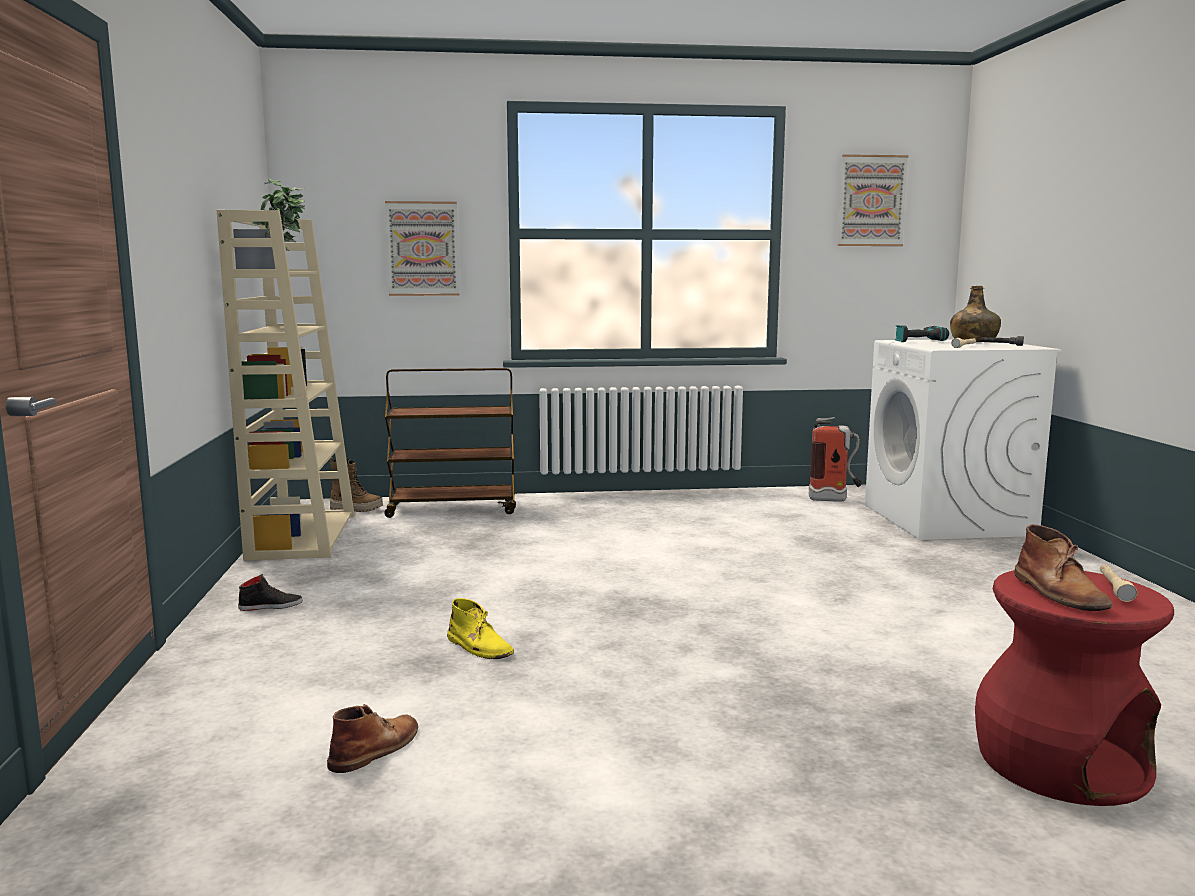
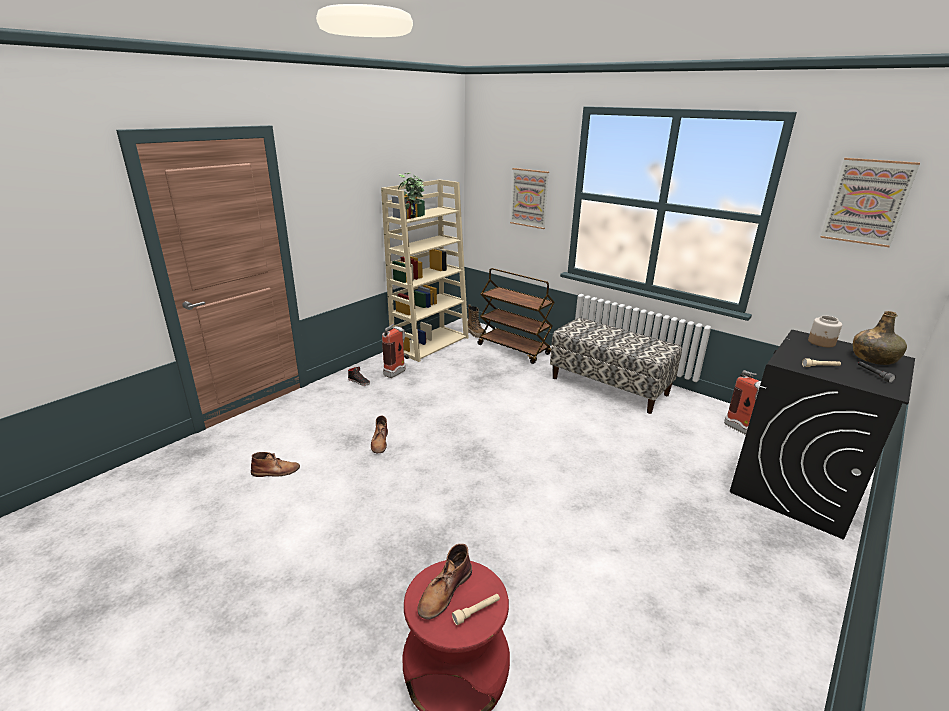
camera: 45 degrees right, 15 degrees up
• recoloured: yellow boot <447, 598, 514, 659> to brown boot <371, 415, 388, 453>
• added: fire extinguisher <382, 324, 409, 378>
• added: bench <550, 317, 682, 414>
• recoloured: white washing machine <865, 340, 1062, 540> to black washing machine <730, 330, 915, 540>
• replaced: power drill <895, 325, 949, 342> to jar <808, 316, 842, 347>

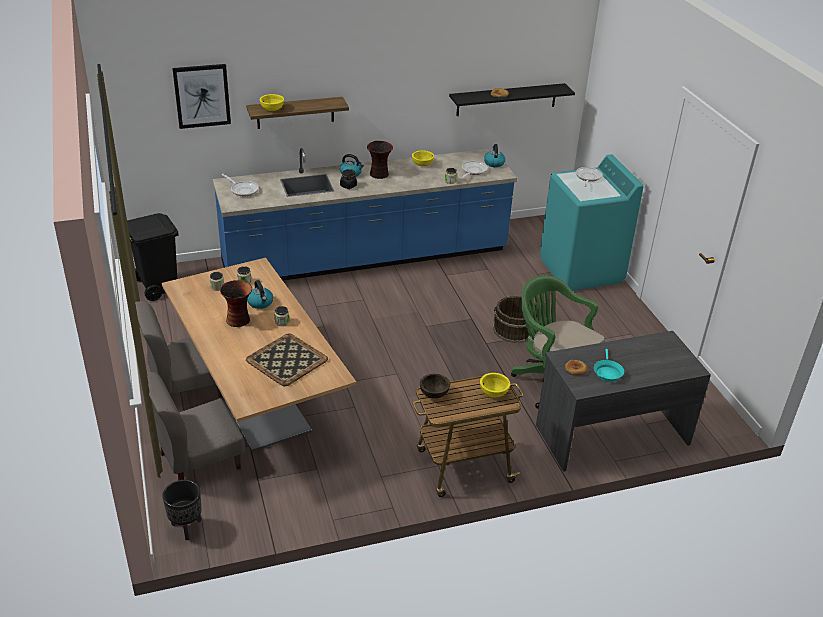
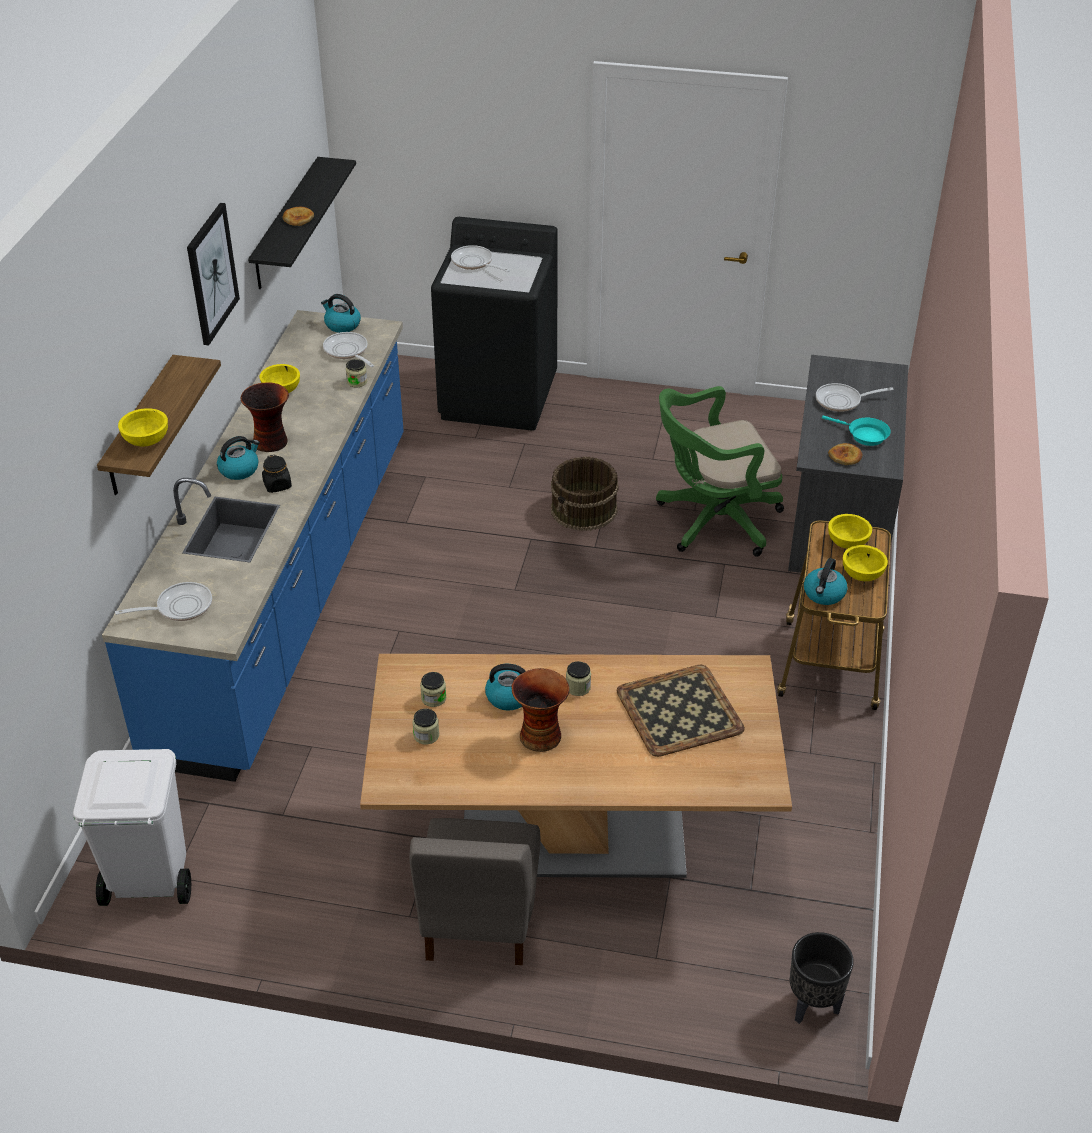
camera: 60 degrees left, 5 degrees up
• recoloured: black trash can <127, 213, 179, 301> to white trash can <73, 749, 191, 906>
• moved: picture <172, 64, 231, 129> to <187, 203, 240, 345>
• recoloured: turquoise washing machine <540, 154, 644, 291> to black washing machine <431, 217, 558, 431>
• replaced: brown bowl <420, 374, 450, 399> to kettle <804, 558, 848, 605>
• added: frying pan <816, 383, 894, 412>
• added: yellow bowl <843, 545, 888, 581>
• removed: grey chair <147, 372, 245, 480>

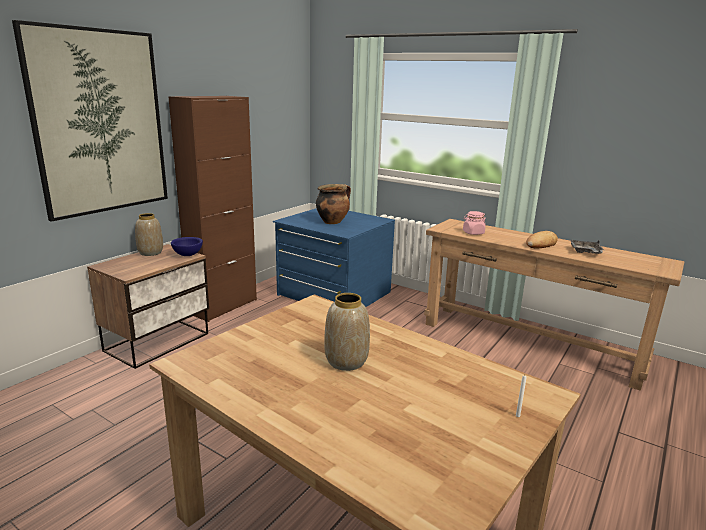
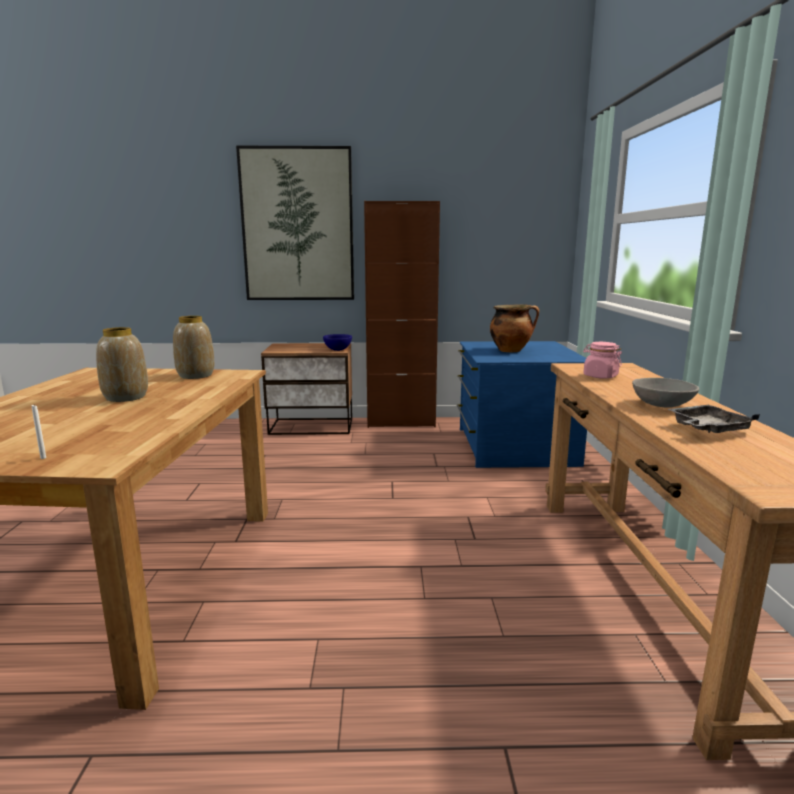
camera: 55 degrees right, 5 degrees down
• moved: vase <135, 213, 163, 256> to <173, 316, 214, 379>
• replaced: bread <526, 231, 558, 248> to grey bowl <632, 378, 699, 408>

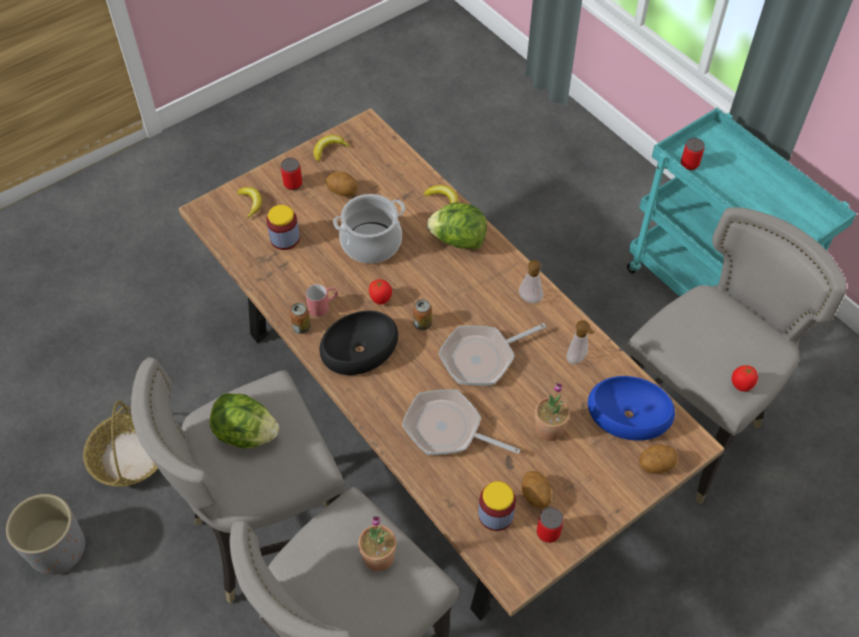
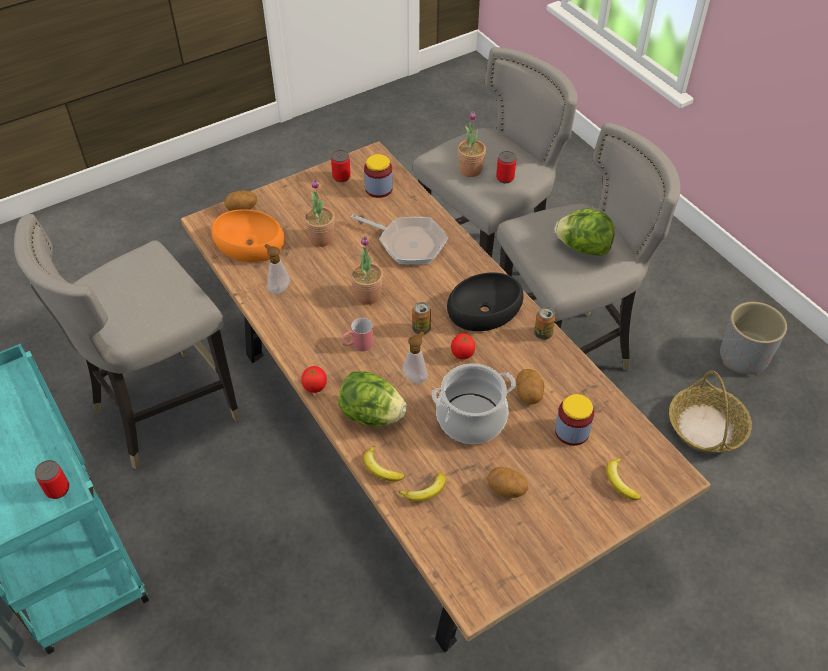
camera: 175 degrees left, 5 degrees down
• recoloured: blue bowl <588, 376, 675, 441> to orange bowl <211, 209, 285, 262>
• moved: tomato <732, 365, 758, 392> to <301, 366, 327, 393>
• moved: red mug <306, 284, 338, 317> to <341, 318, 374, 352>
• replaced: frying pan <438, 323, 546, 386> to potted plant <351, 236, 383, 305>
• moved: banana <313, 135, 350, 162> to <398, 473, 446, 502>
• moved: soap dispenser <519, 260, 543, 303> to <403, 331, 428, 383>
• moved: can <281, 158, 302, 190> to <496, 151, 516, 183>
• moved: potato <522, 471, 552, 509> to <516, 369, 544, 404>

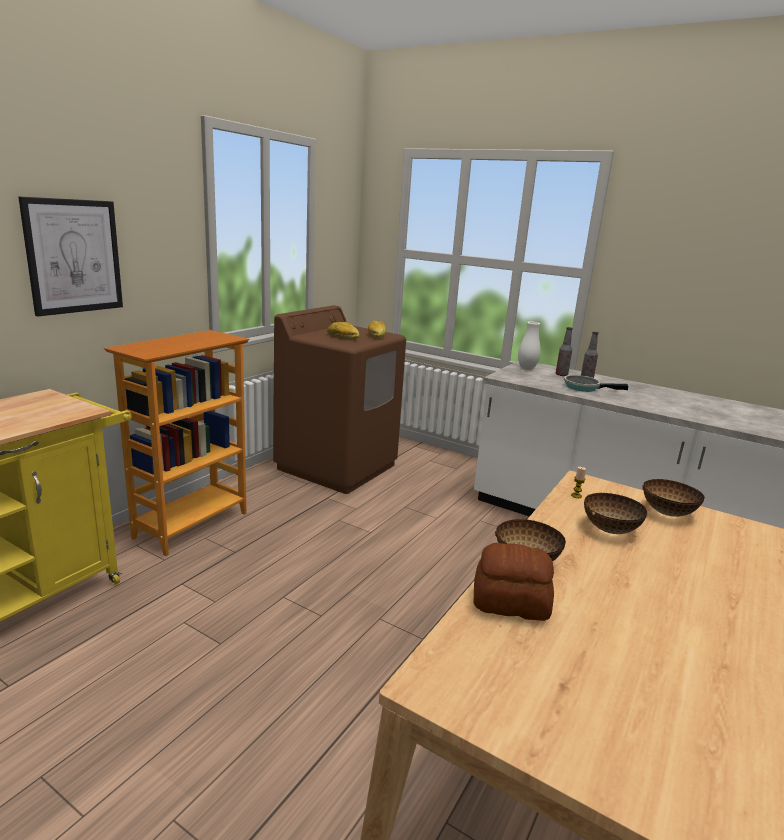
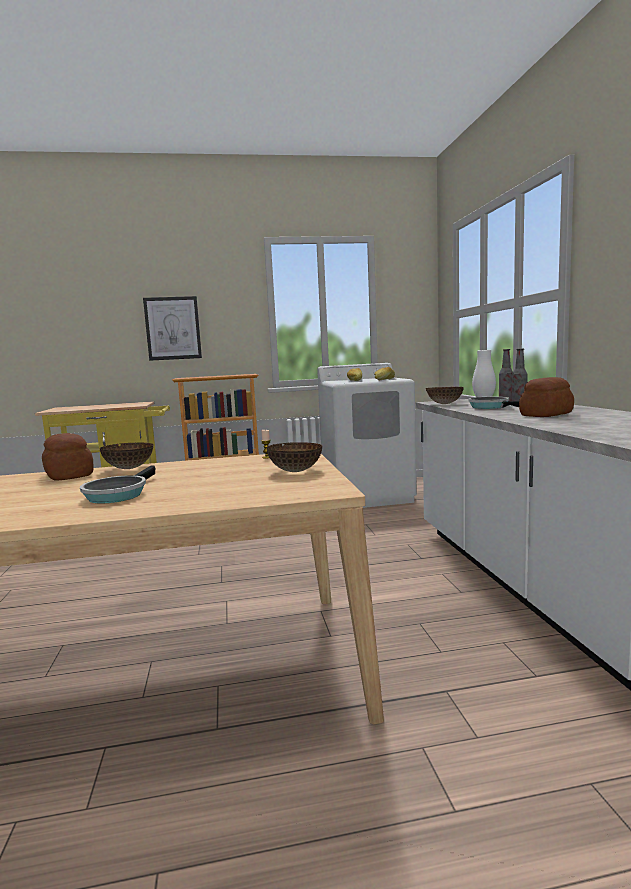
camera: 50 degrees right, 10 degrees down
• added: frying pan <80, 466, 155, 503>
• recoloured: brown washing machine <273, 305, 406, 494> to white washing machine <317, 363, 417, 508>
• moved: bowl <584, 493, 647, 534> to <426, 387, 464, 404>
• added: bread <519, 377, 574, 417>

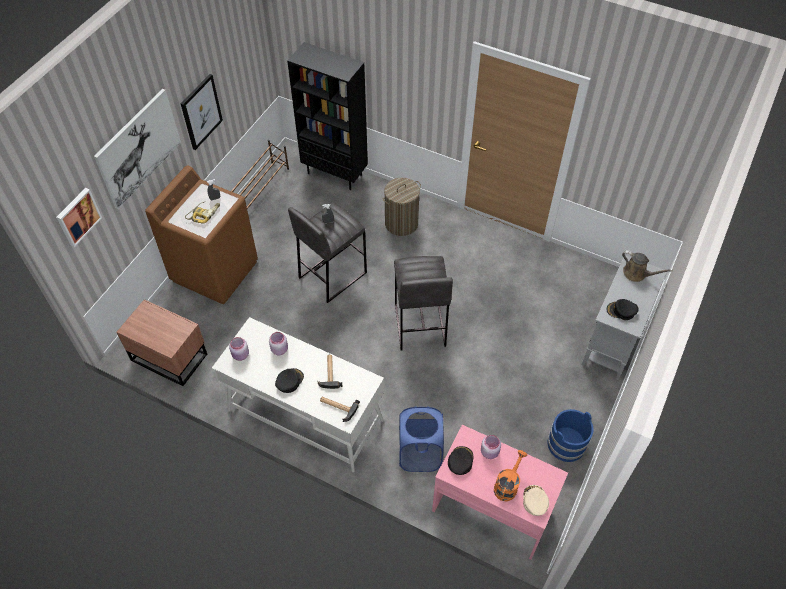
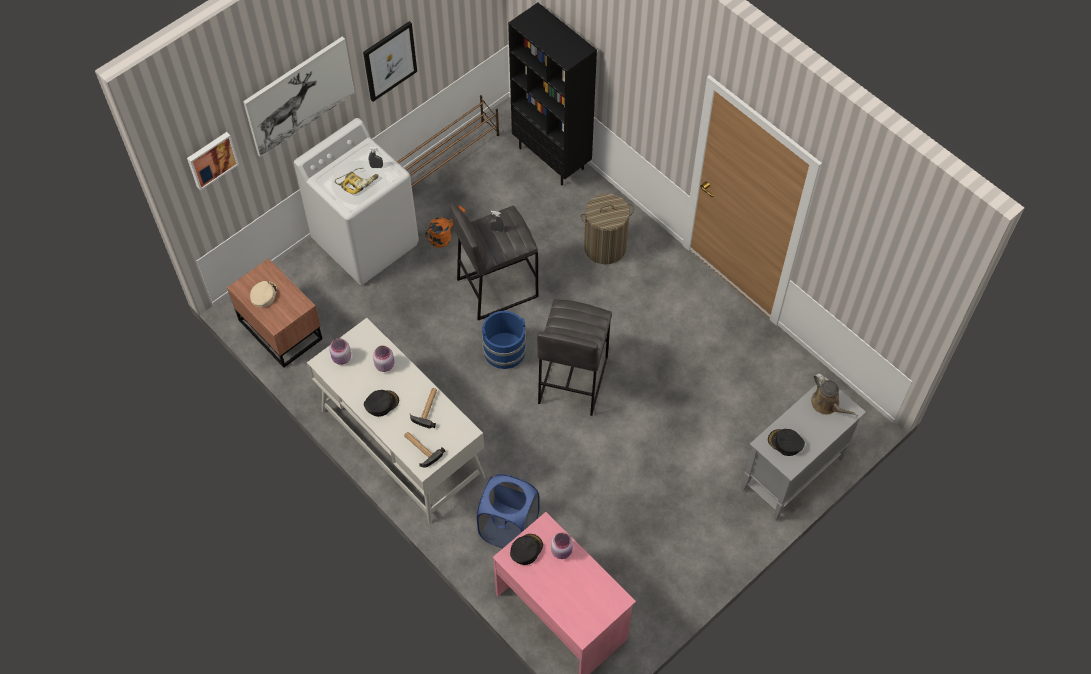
camera: 20 degrees right, 5 degrees up
• moved: beige cap <523, 485, 549, 516> to <250, 281, 277, 307>
• recoloured: brown washing machine <145, 165, 258, 304> to white washing machine <294, 118, 419, 285>
• moved: orange watering can <494, 450, 527, 501> to <425, 206, 465, 248>
• moved: blue bucket <548, 409, 594, 462> to <482, 311, 526, 369>

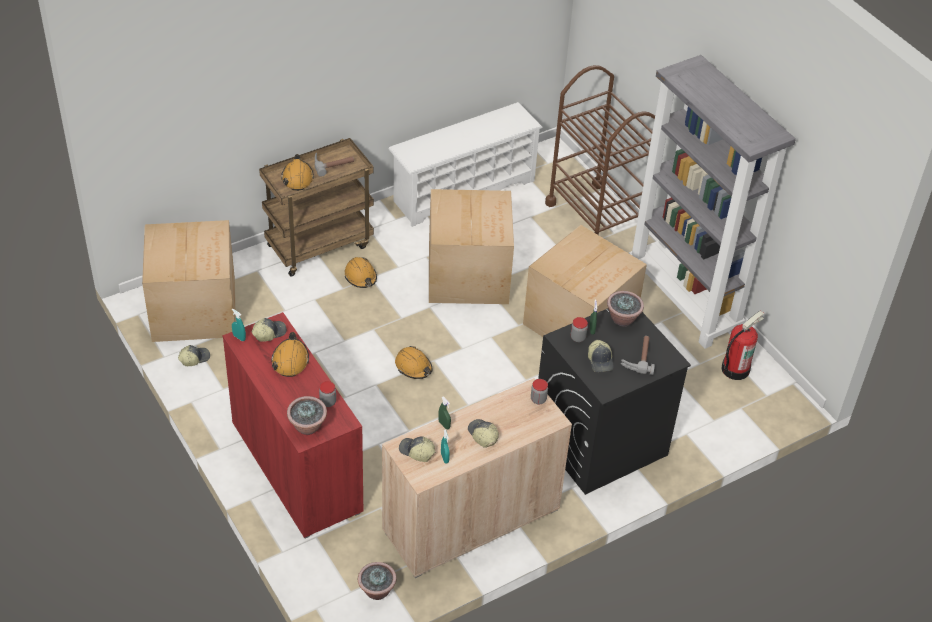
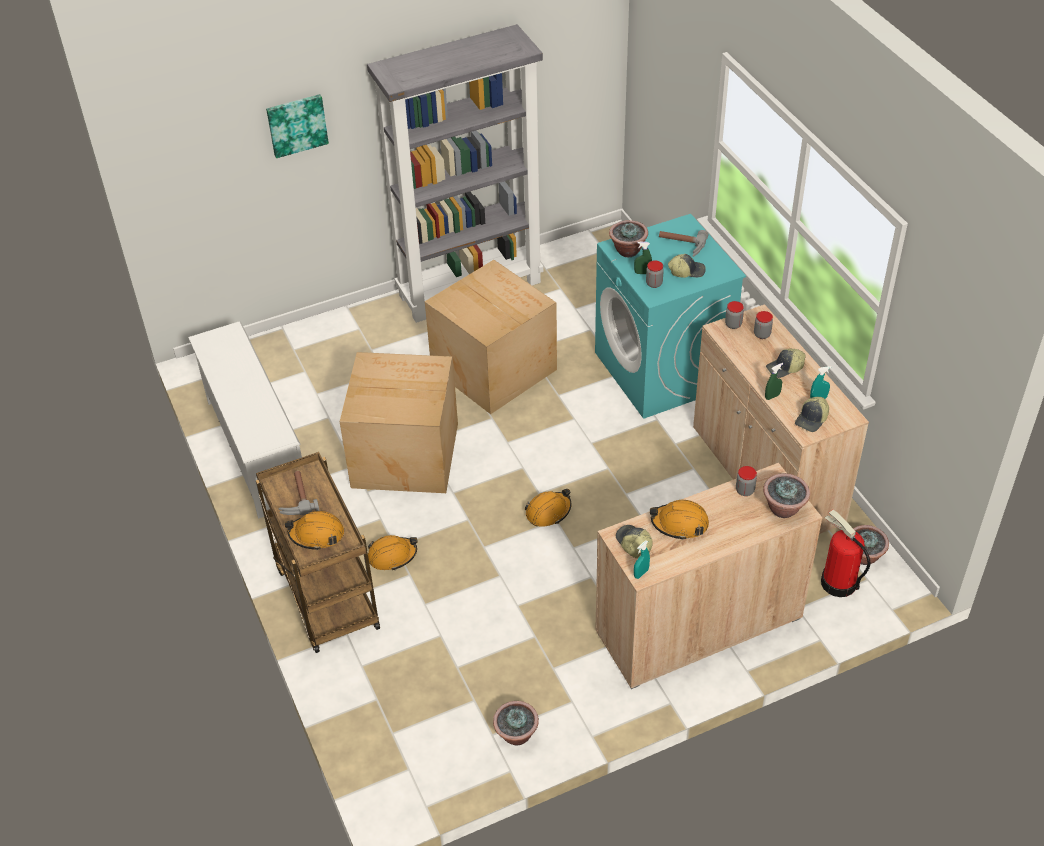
camera: 80 degrees left, 0 degrees up
• added: picture <266, 94, 329, 158>
• replaced: cap <178, 345, 210, 366> to potted plant <493, 701, 539, 745>
• recoloured: black washing machine <538, 308, 691, 495> to turquoise washing machine <595, 214, 746, 419>
• recoloured: red cabinet <222, 312, 363, 538> to beige cabinet <595, 463, 822, 689>
• added: jar <754, 311, 773, 339>
• moved: fire extinguisher <722, 311, 765, 380> to <821, 510, 870, 597>
• removed: cardboard box <142, 220, 236, 342>
• removed: brown cart <545, 65, 655, 235>

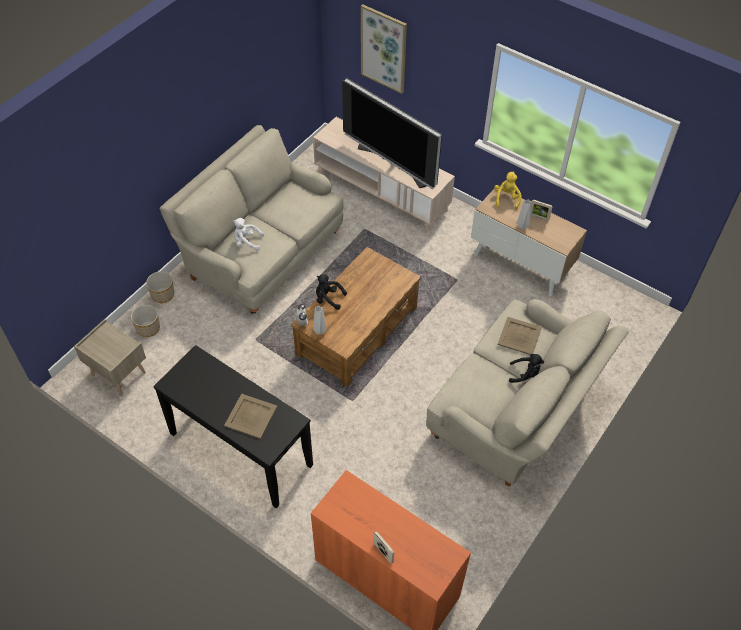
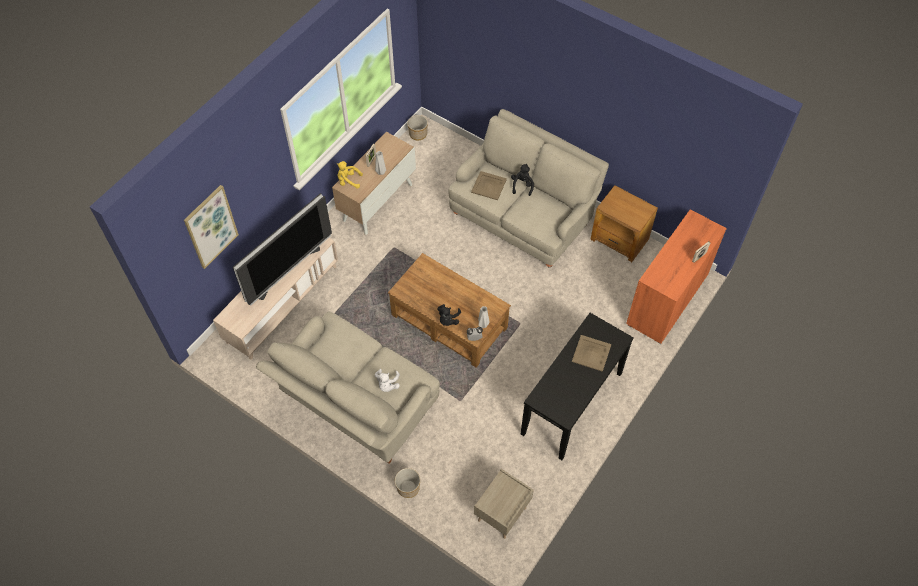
camera: 90 degrees left, 5 degrees up
• moved: planter <131, 305, 160, 337> to <407, 115, 428, 140>
• added: brown side table <590, 185, 658, 262>

